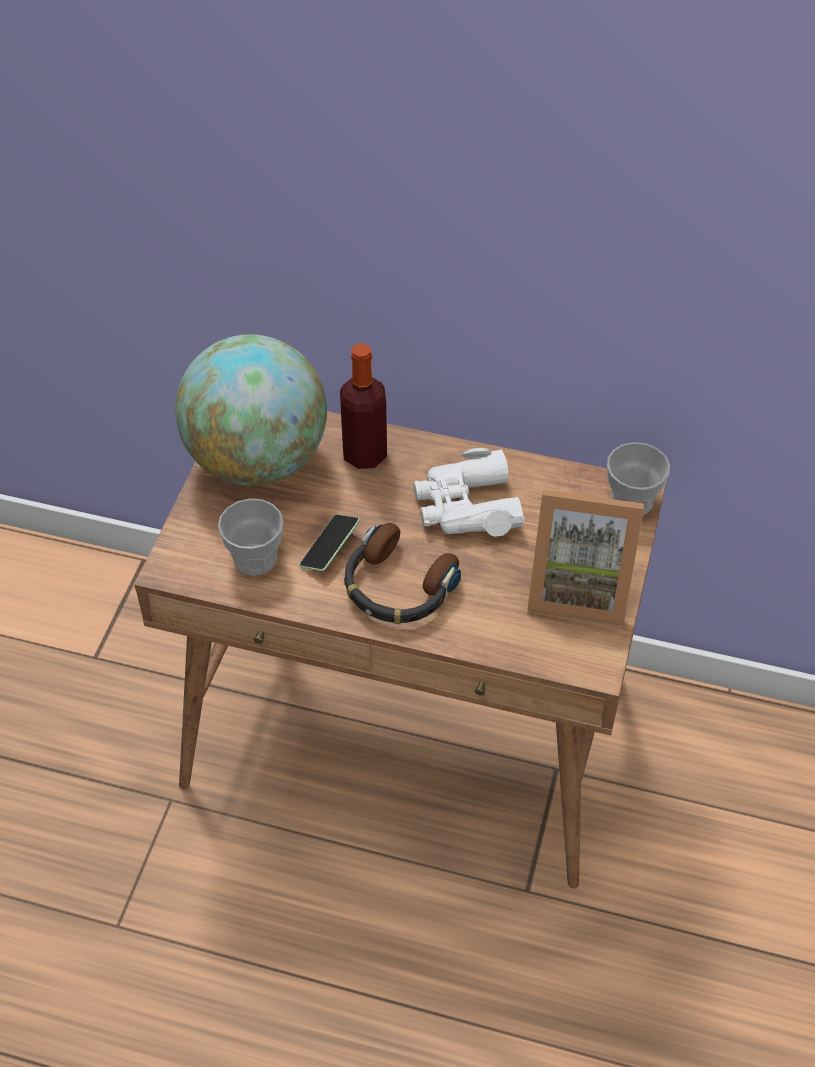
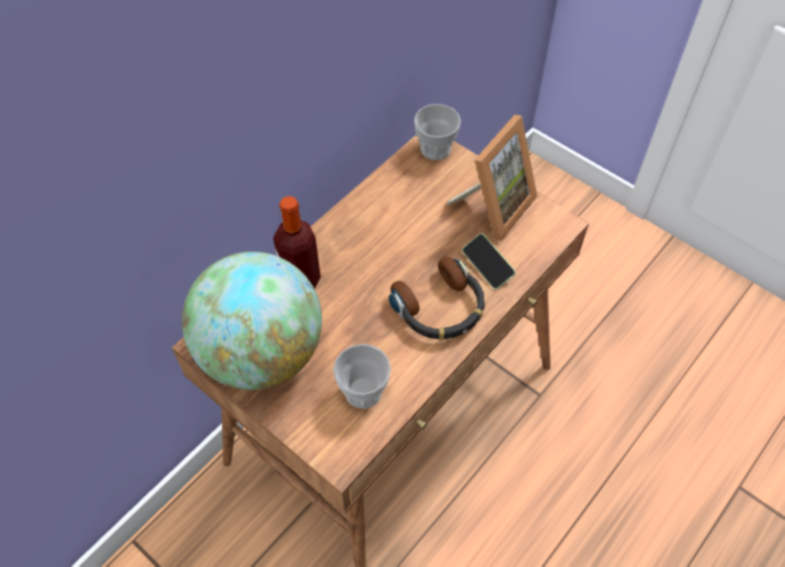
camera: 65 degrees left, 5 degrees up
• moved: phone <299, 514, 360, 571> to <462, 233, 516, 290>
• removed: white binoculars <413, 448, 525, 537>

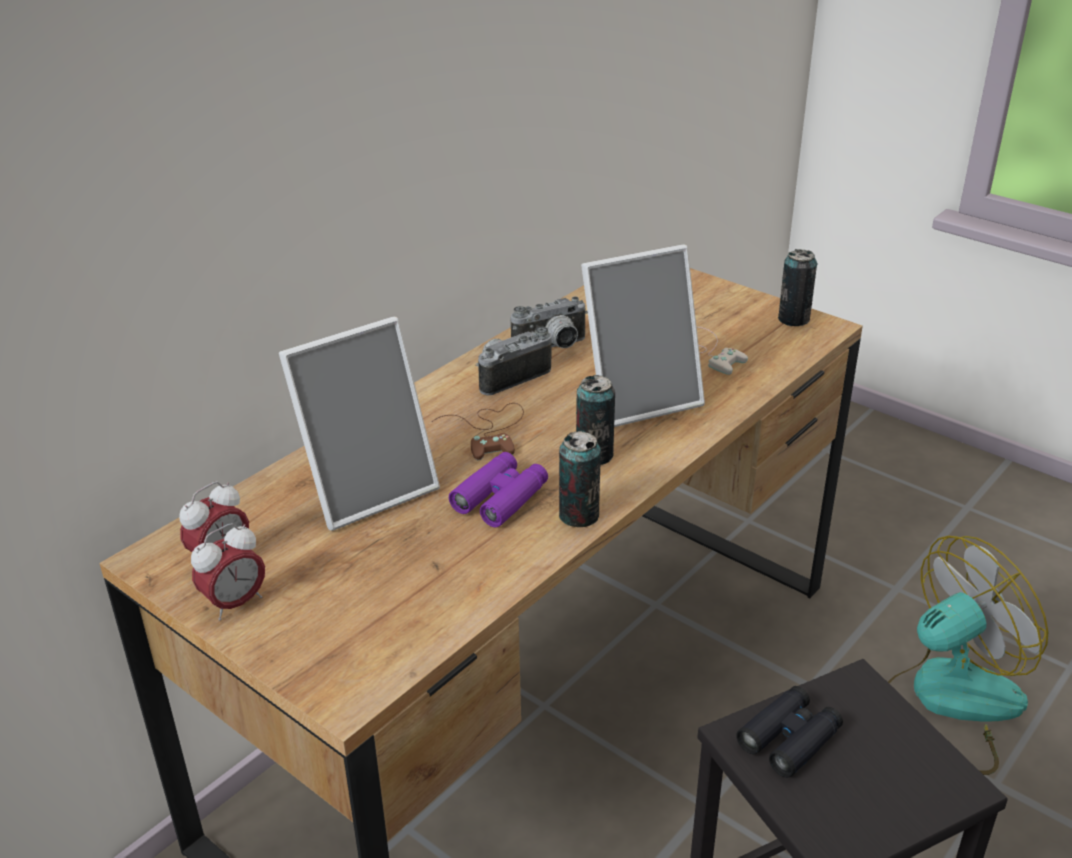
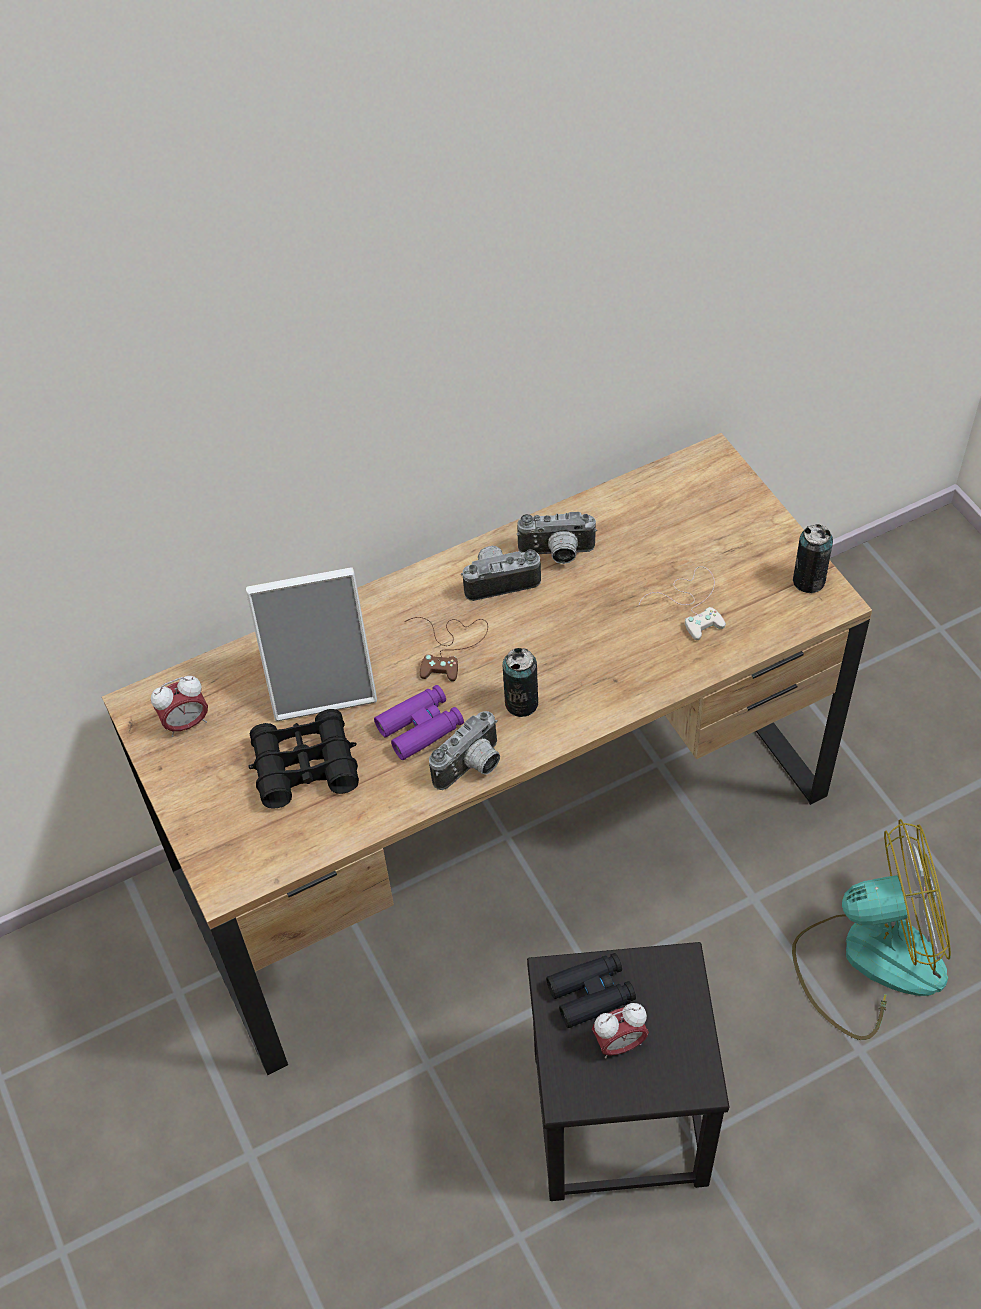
camera: 25 degrees right, 20 degrees up
• added: black binoculars <249, 709, 359, 809>
• replaced: can <559, 431, 601, 527> to photo camera <429, 711, 500, 790>
• moved: alarm clock <191, 523, 265, 620> to <592, 1003, 649, 1059>
• removed: picture frame <581, 244, 705, 427>

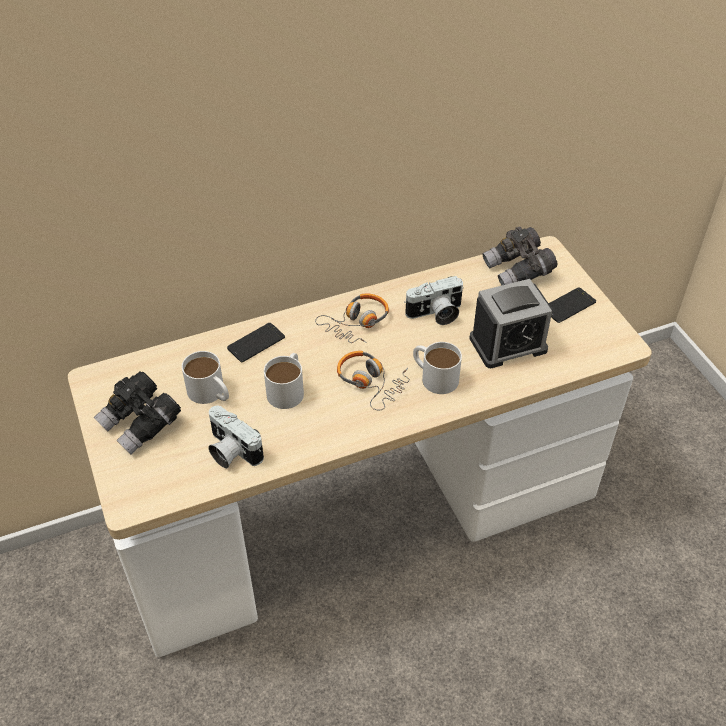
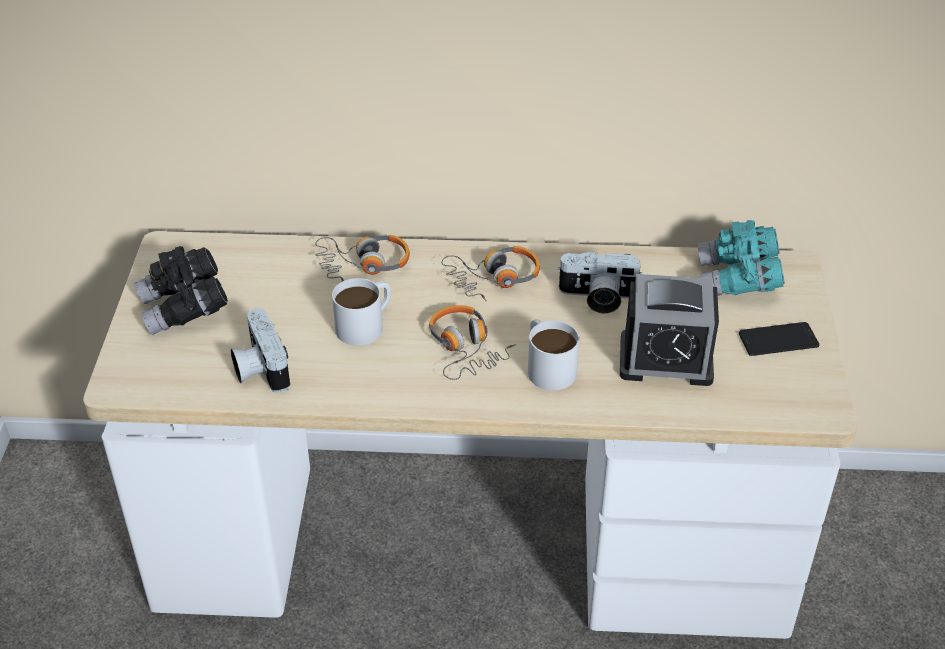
camera: 25 degrees right, 5 degrees down
• replaced: phone <227, 323, 285, 362> to headphones <315, 235, 410, 282>
• recoloured: grey binoculars <482, 227, 558, 285> to turquoise binoculars <698, 220, 785, 296>
• removed: white mug <182, 351, 229, 404>

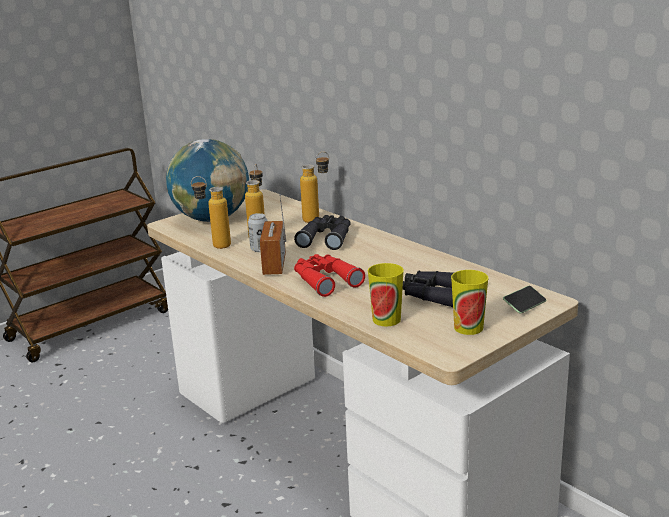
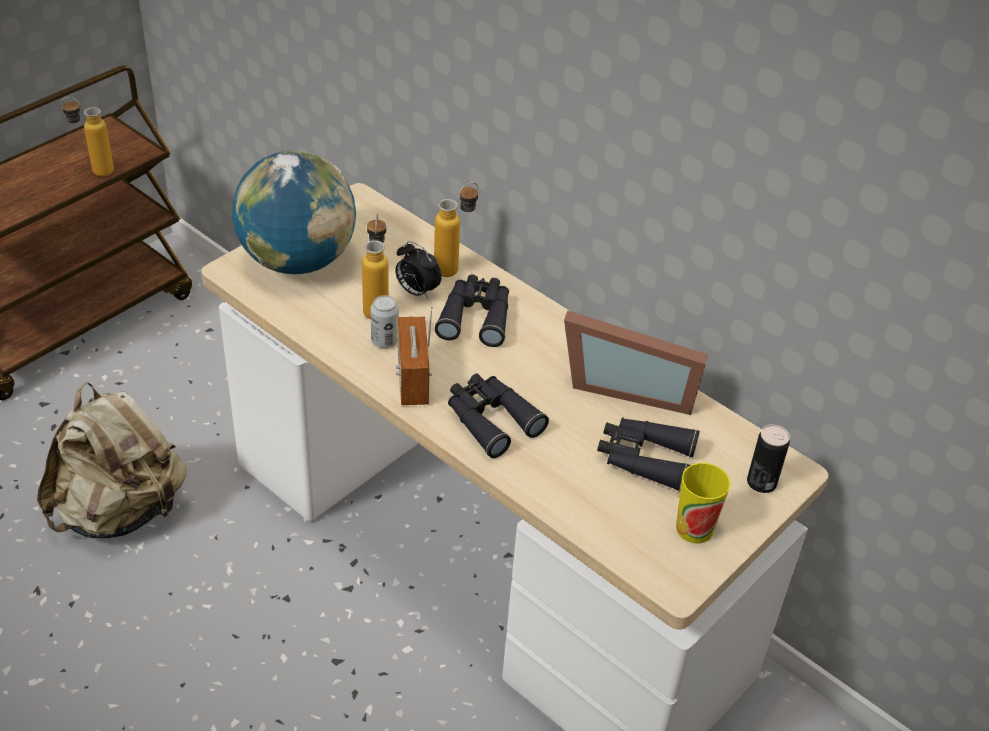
camera: 10 degrees left, 20 degrees up
• added: beige backpack <37, 382, 187, 538>
• moved: bottle <191, 176, 231, 249> to <61, 97, 114, 177>
• added: alarm clock <395, 241, 442, 299>
• recoloured: red binoculars <294, 254, 365, 297> to black binoculars <448, 374, 549, 458>
• added: picture frame <564, 310, 708, 415>
• replaced: phone <503, 286, 547, 314> to can <747, 424, 790, 493>
• removed: cup <368, 263, 404, 326>

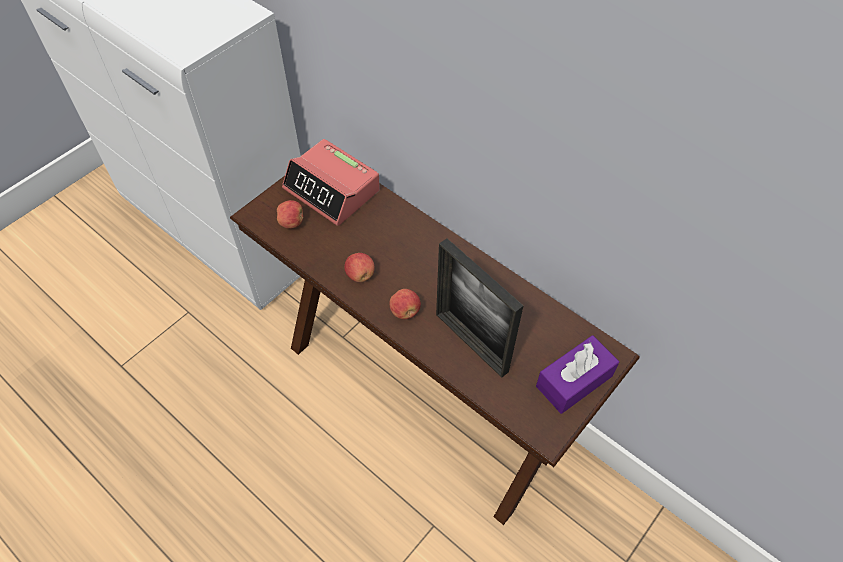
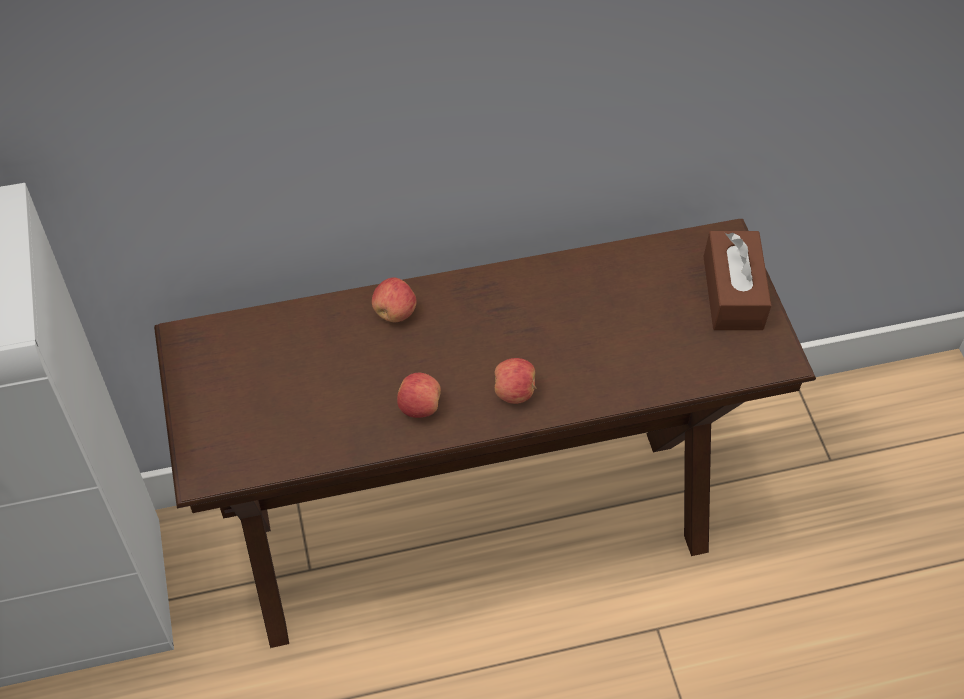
camera: 55 degrees left, 0 degrees up
• moved: apple <277, 200, 303, 229> to <372, 277, 416, 322>
• recoloured: purple tissue box <536, 335, 619, 414> to brown tissue box <703, 231, 771, 330>
• removed: alarm clock <282, 139, 380, 226>
• removed: picture frame <436, 238, 523, 378>

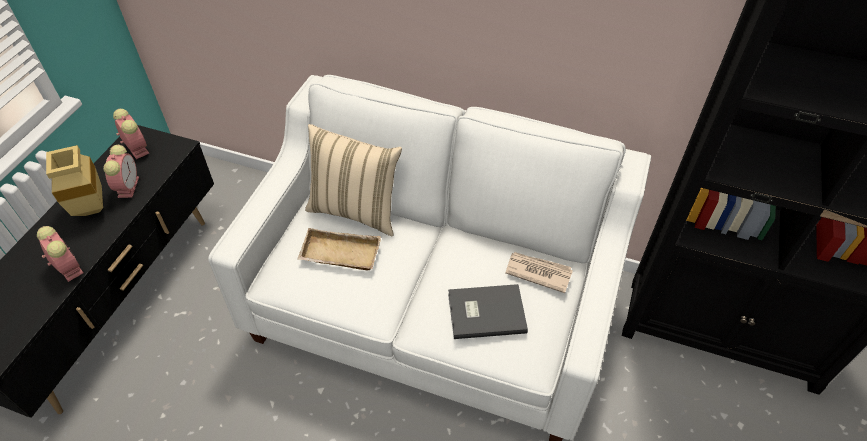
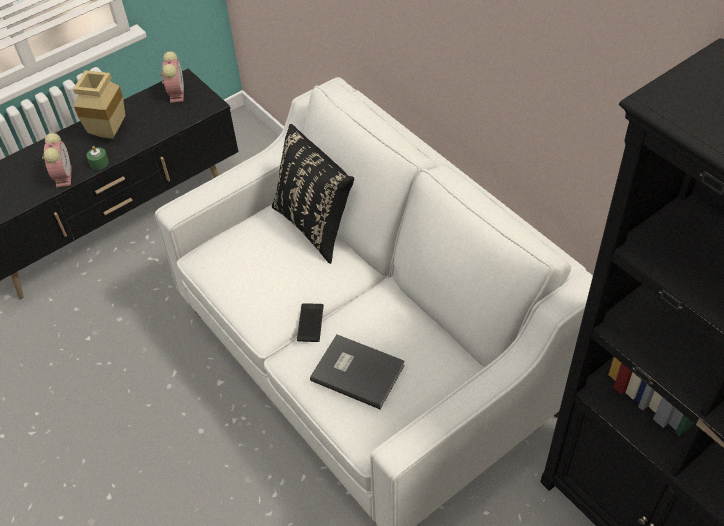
camera: 35 degrees right, 0 degrees up
• added: green candle <87, 146, 109, 170>
• recoloured: beige pillow <305, 124, 402, 236> to black pillow <272, 124, 354, 264>
• added: phone <297, 303, 324, 342>
• removed: alarm clock <103, 145, 139, 198>
• removed: beige tray <297, 228, 381, 271>
• removed: newspaper <505, 252, 573, 293>

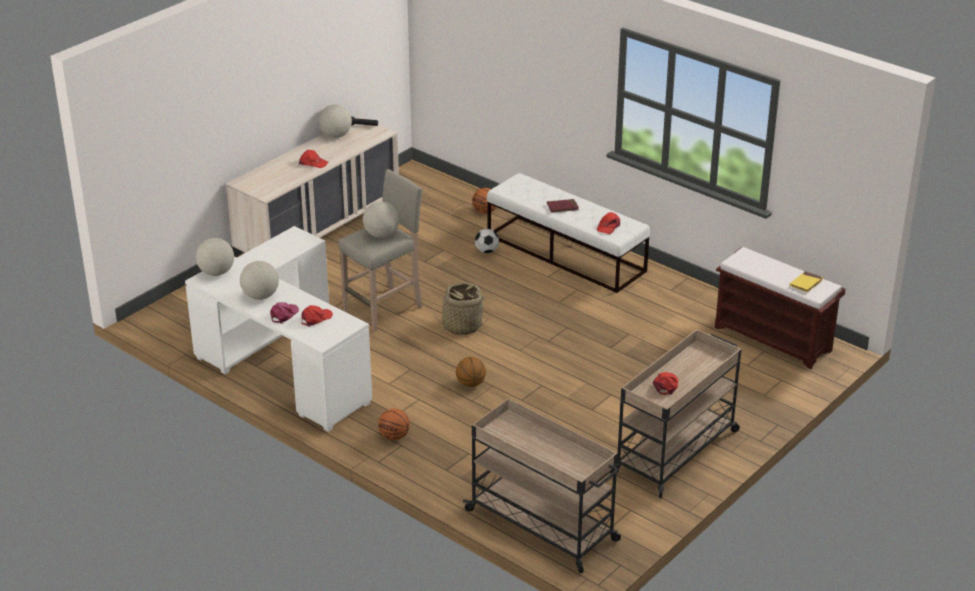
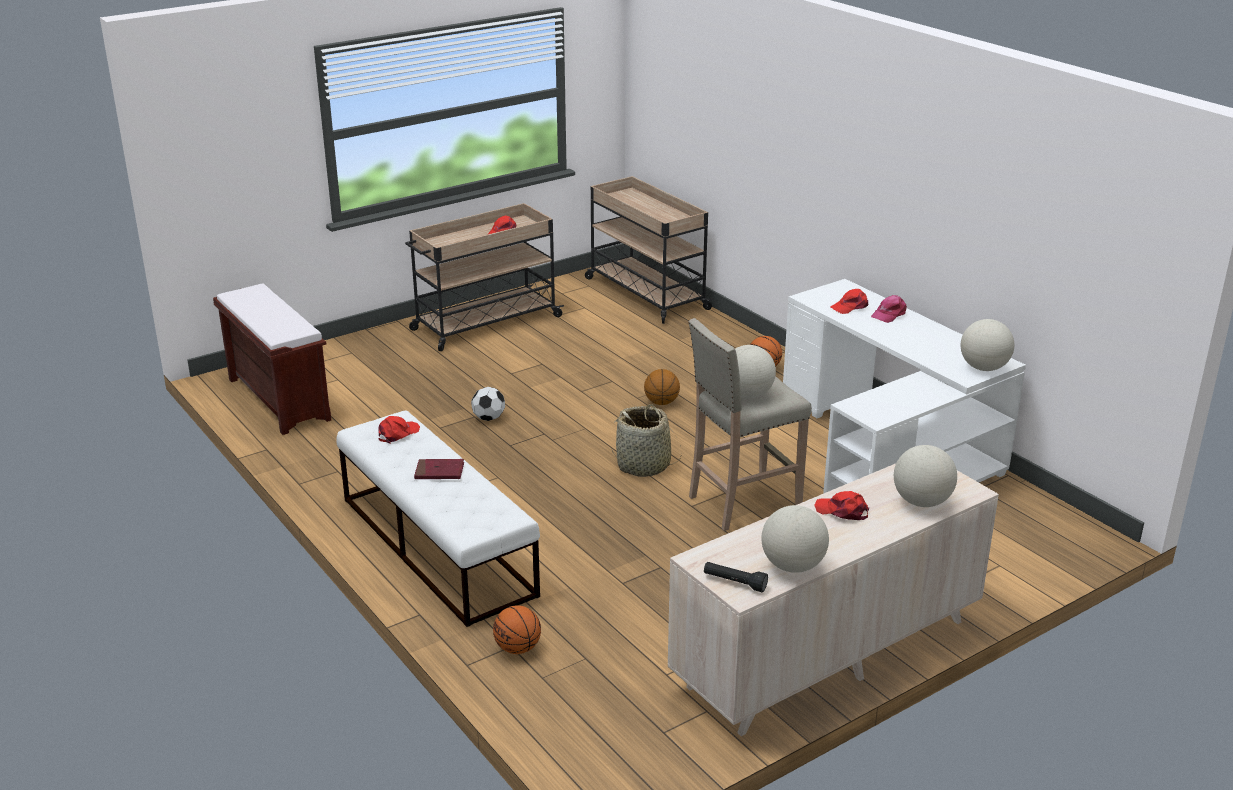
camera: 165 degrees left, 5 degrees down
• moved: football <475, 229, 499, 254> to <471, 387, 505, 421>
• moved: globe <240, 261, 279, 300> to <894, 445, 957, 507>
• removed: yellow book <789, 271, 823, 292>

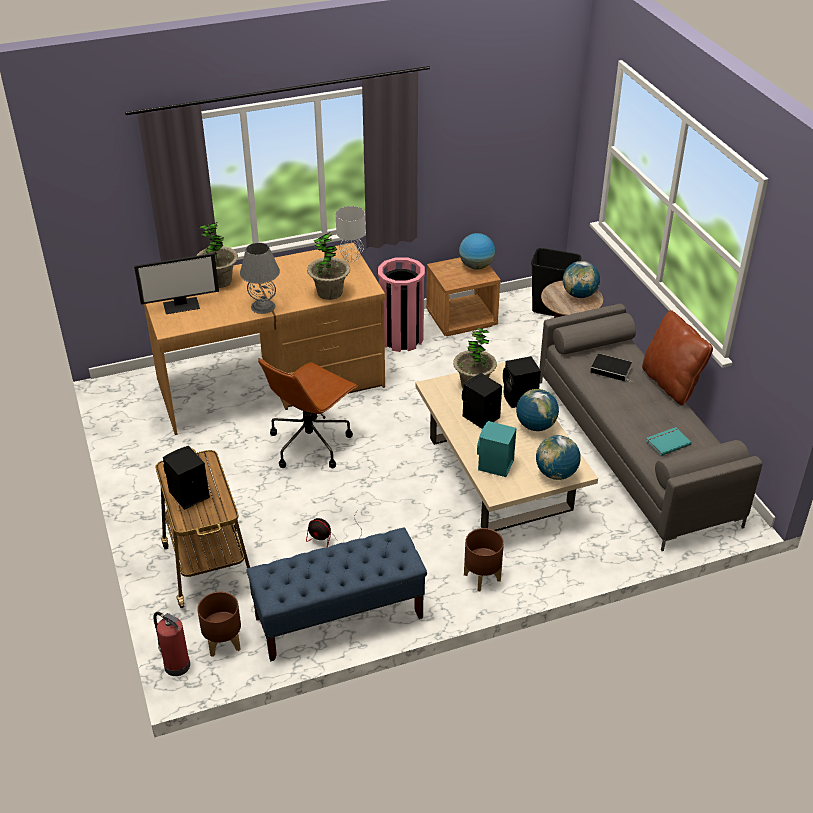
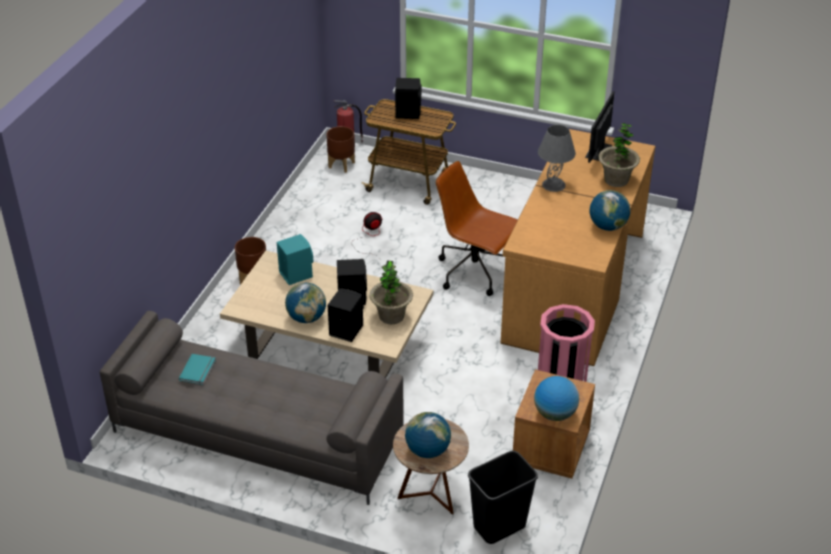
camera: 130 degrees right, 0 degrees up
• turned: brown office chair <258, 358, 358, 468> = <436, 161, 518, 296> 45 degrees counterclockwise
• moved: globe <536, 435, 581, 480> to <590, 190, 630, 231>
• removed: blue bench <246, 528, 427, 662>
• removed: potted plant <307, 232, 350, 300>
• removed: grey table lamp <336, 206, 366, 262>
• removed: book <590, 354, 632, 382>
• removed: brown pillow <642, 310, 713, 405>

